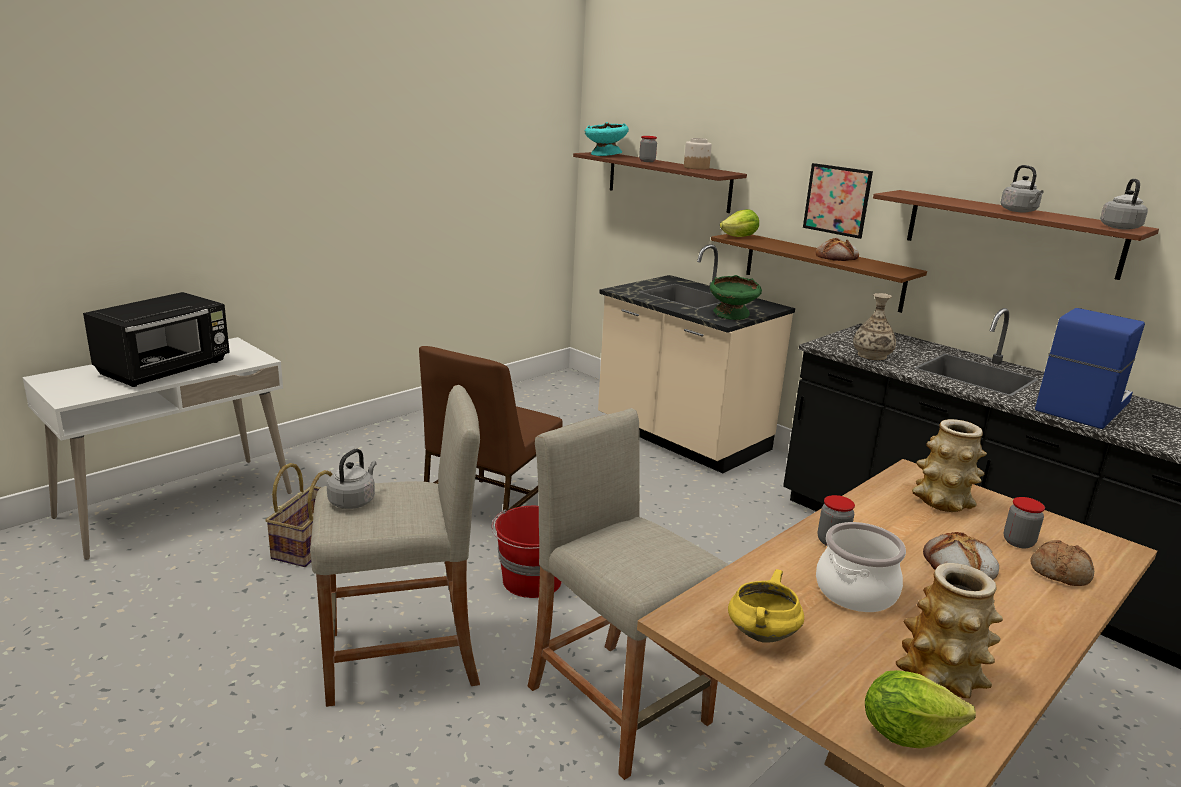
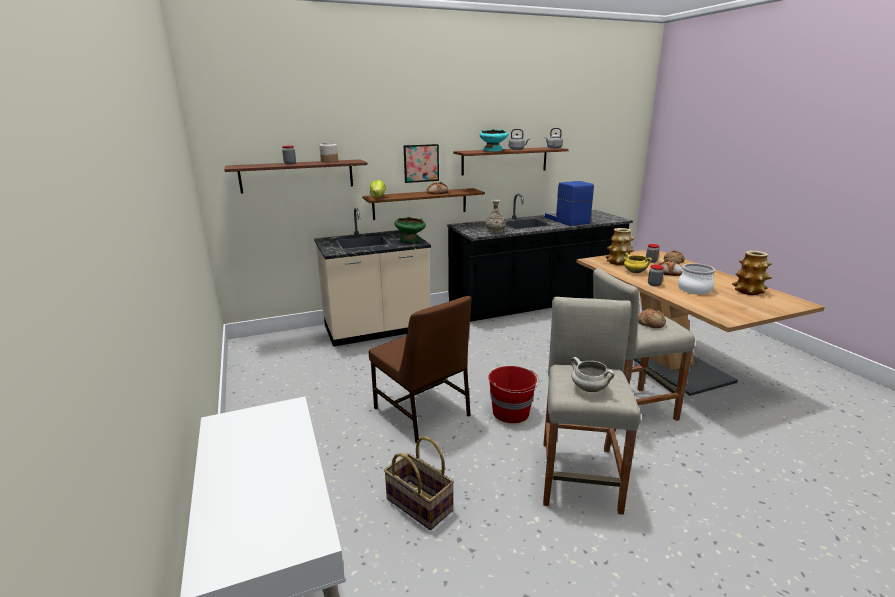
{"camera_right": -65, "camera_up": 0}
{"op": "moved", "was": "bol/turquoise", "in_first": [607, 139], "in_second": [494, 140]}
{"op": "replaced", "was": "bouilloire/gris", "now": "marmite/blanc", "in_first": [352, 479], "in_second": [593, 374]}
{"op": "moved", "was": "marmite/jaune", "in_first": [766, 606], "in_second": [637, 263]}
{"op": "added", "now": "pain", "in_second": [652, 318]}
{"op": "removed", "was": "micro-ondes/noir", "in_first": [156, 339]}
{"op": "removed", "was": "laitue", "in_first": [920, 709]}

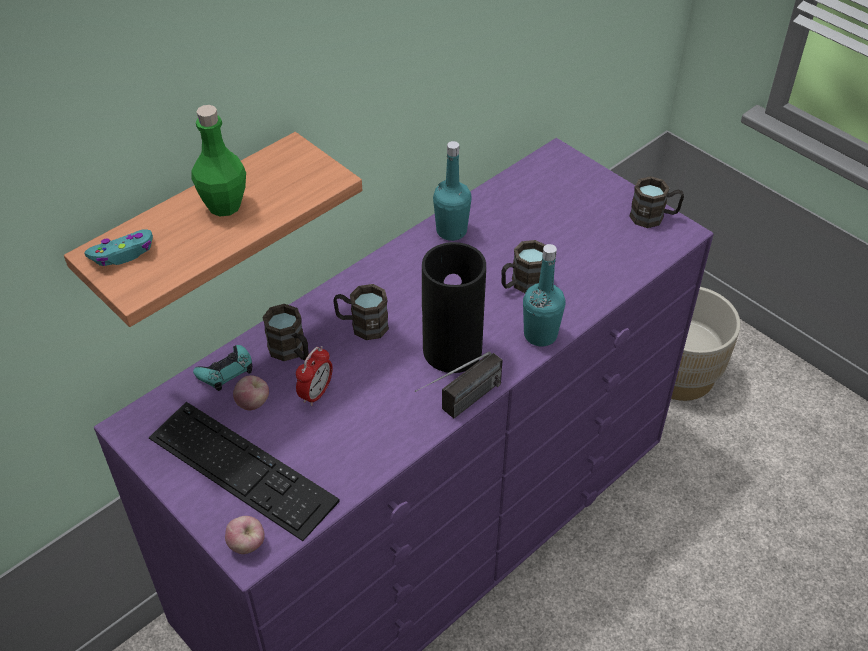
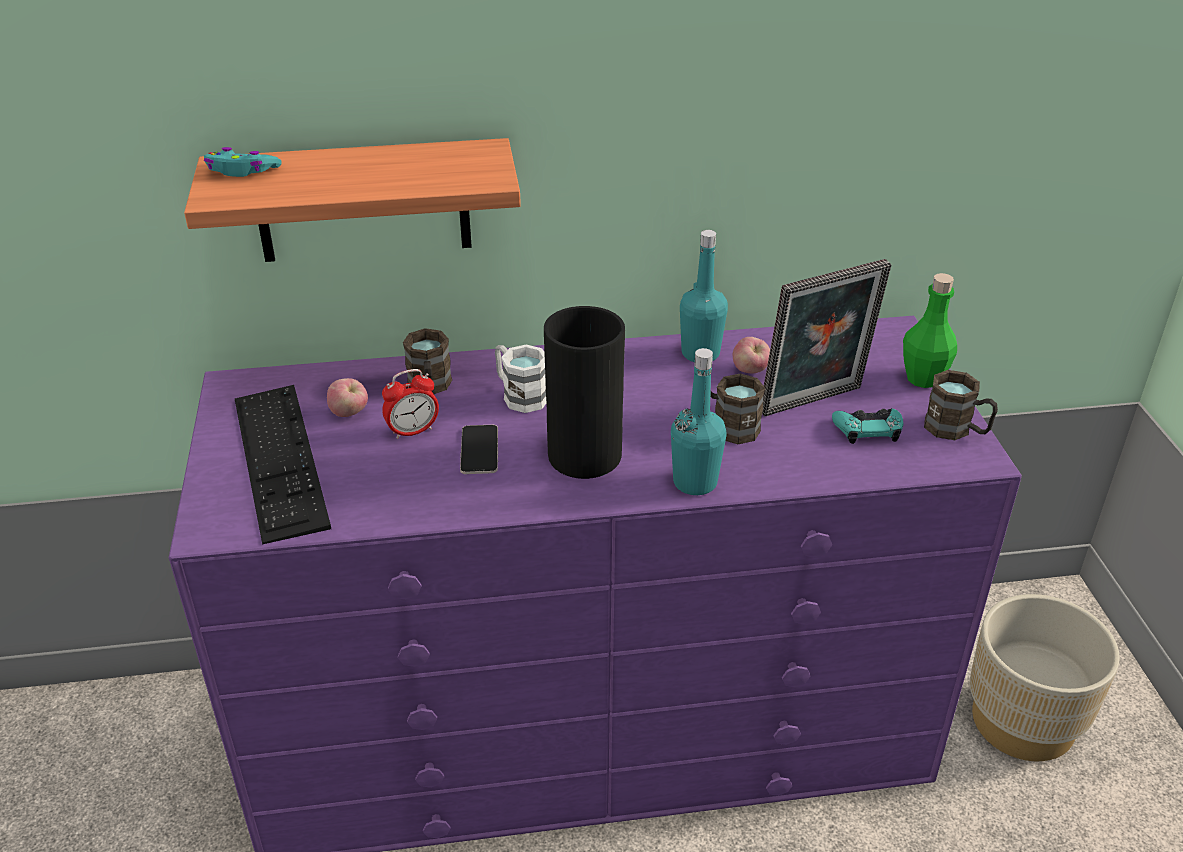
{"camera_right": 35, "camera_up": -10}
{"op": "added", "now": "téléphone", "in_second": [479, 449]}
{"op": "recoloured", "was": "mug/marron", "now": "mug/blanc", "in_first": [361, 312], "in_second": [520, 379]}
{"op": "moved", "was": "pomme", "in_first": [245, 535], "in_second": [751, 355]}
{"op": "added", "now": "cadre photo", "in_second": [826, 337]}
{"op": "moved", "was": "manette/turquoise", "in_first": [222, 368], "in_second": [867, 426]}
{"op": "moved", "was": "bouteille/vert", "in_first": [218, 160], "in_second": [930, 330]}
{"op": "removed", "was": "radio", "in_first": [459, 384]}

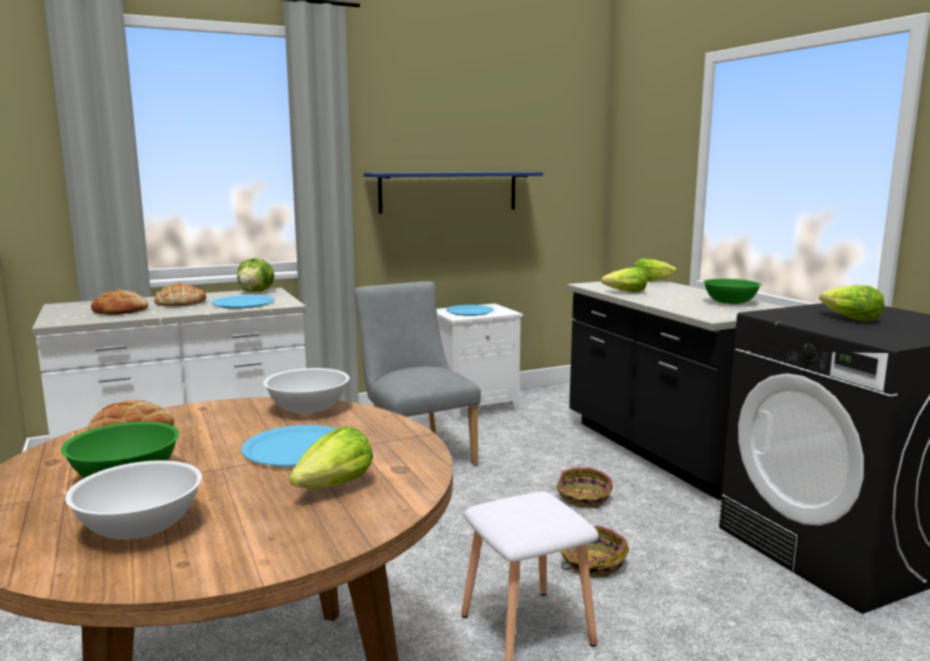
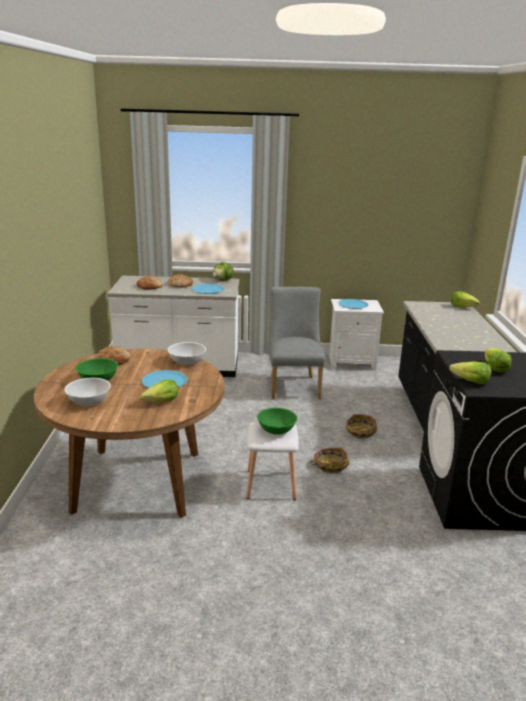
{"camera_right": 25, "camera_up": 10}
{"op": "moved", "was": "bol/vert", "in_first": [732, 291], "in_second": [277, 421]}
{"op": "moved", "was": "laitue", "in_first": [624, 279], "in_second": [470, 372]}
{"op": "removed", "was": "étagère/bleu", "in_first": [453, 192]}

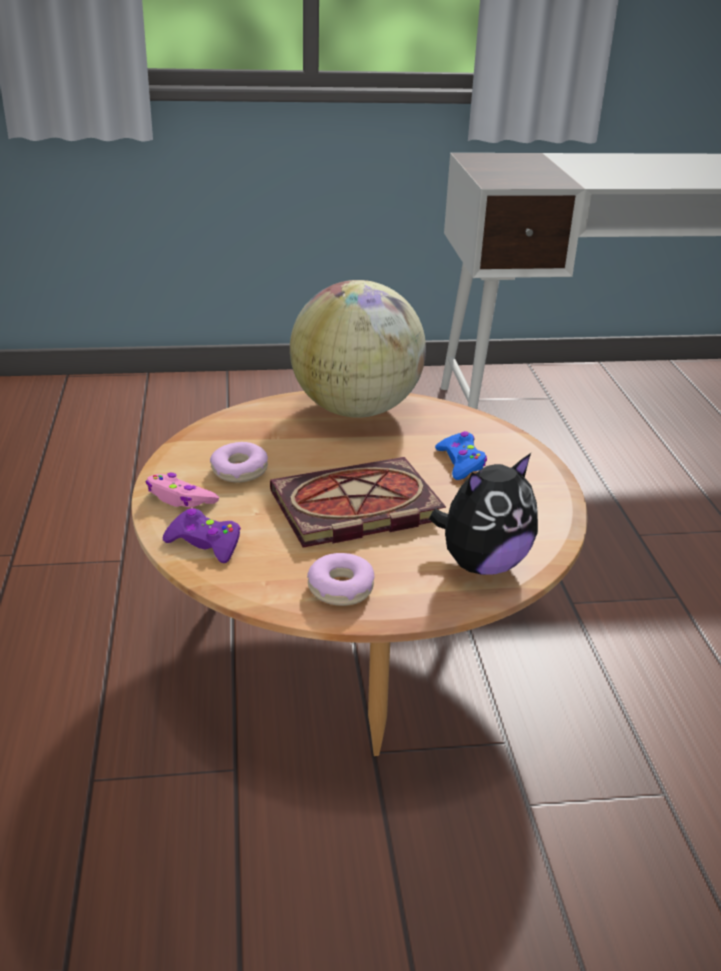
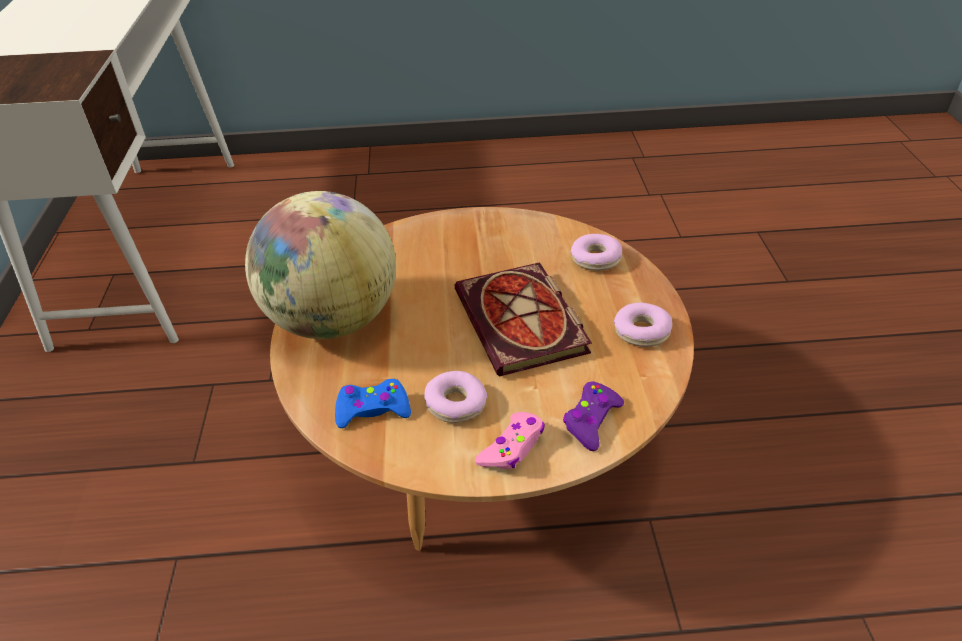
{"camera_right": -85, "camera_up": 10}
{"op": "moved", "was": "manette/bleu", "in_first": [461, 455], "in_second": [373, 403]}
{"op": "replaced", "was": "peluche", "now": "beignet", "in_first": [483, 514], "in_second": [596, 252]}

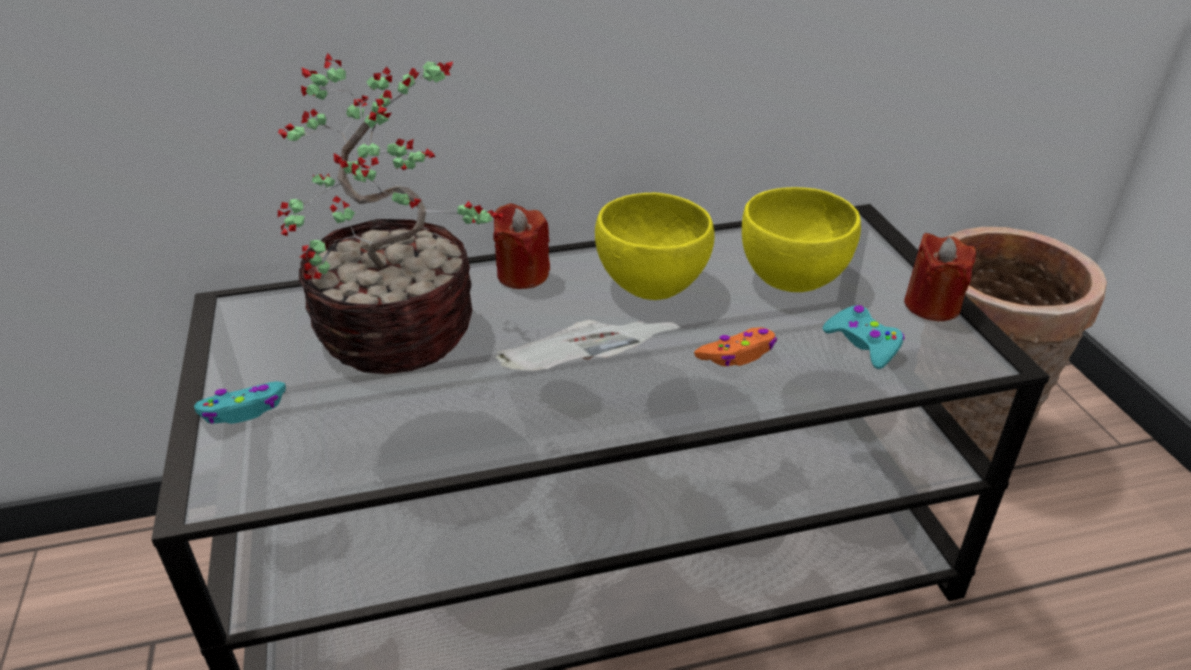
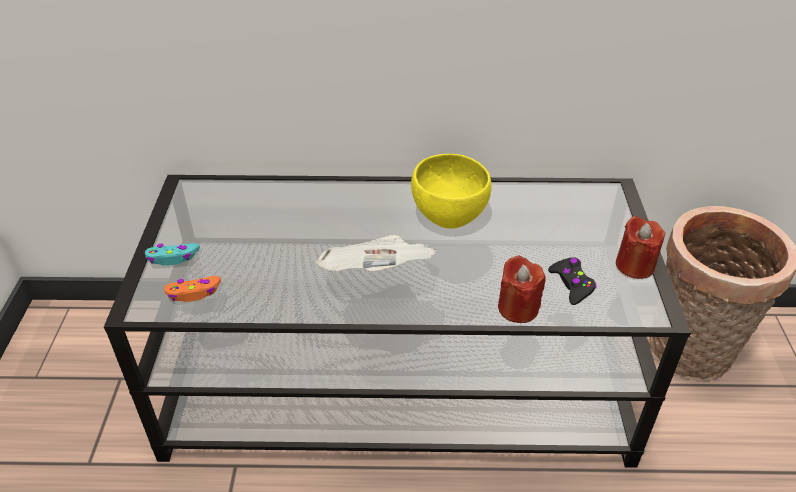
{"camera_right": 15, "camera_up": 5}
{"op": "moved", "was": "manette/orange", "in_first": [735, 346], "in_second": [192, 289]}
{"op": "moved", "was": "bougie/rouge", "in_first": [522, 246], "in_second": [522, 289]}
{"op": "recoloured", "was": "manette/turquoise", "now": "manette/noir", "in_first": [864, 337], "in_second": [572, 281]}
{"op": "removed", "was": "plante en pot", "in_first": [390, 213]}
{"op": "removed", "was": "bol/jaune", "in_first": [801, 239]}

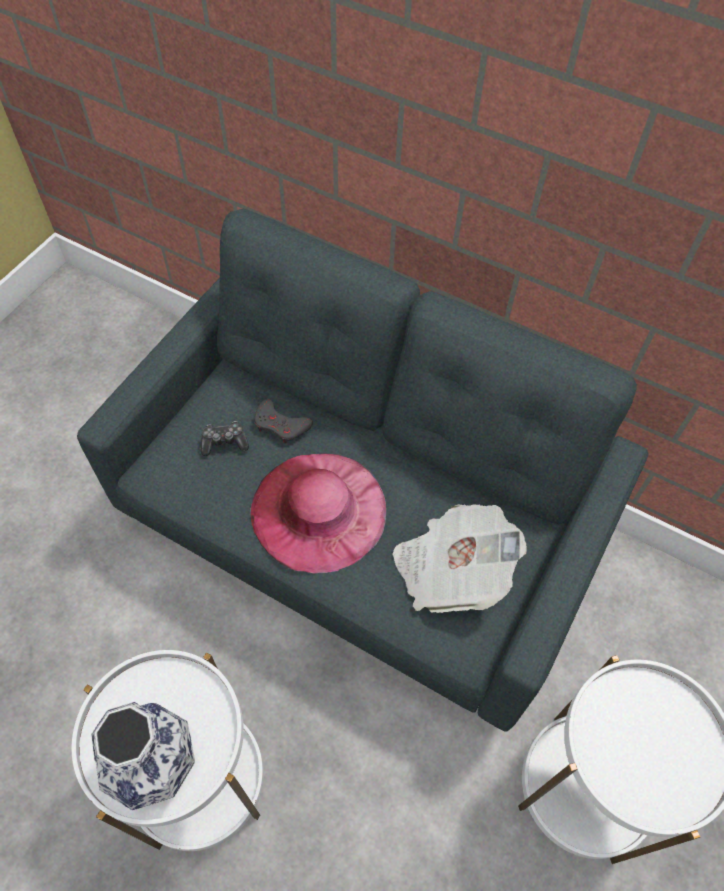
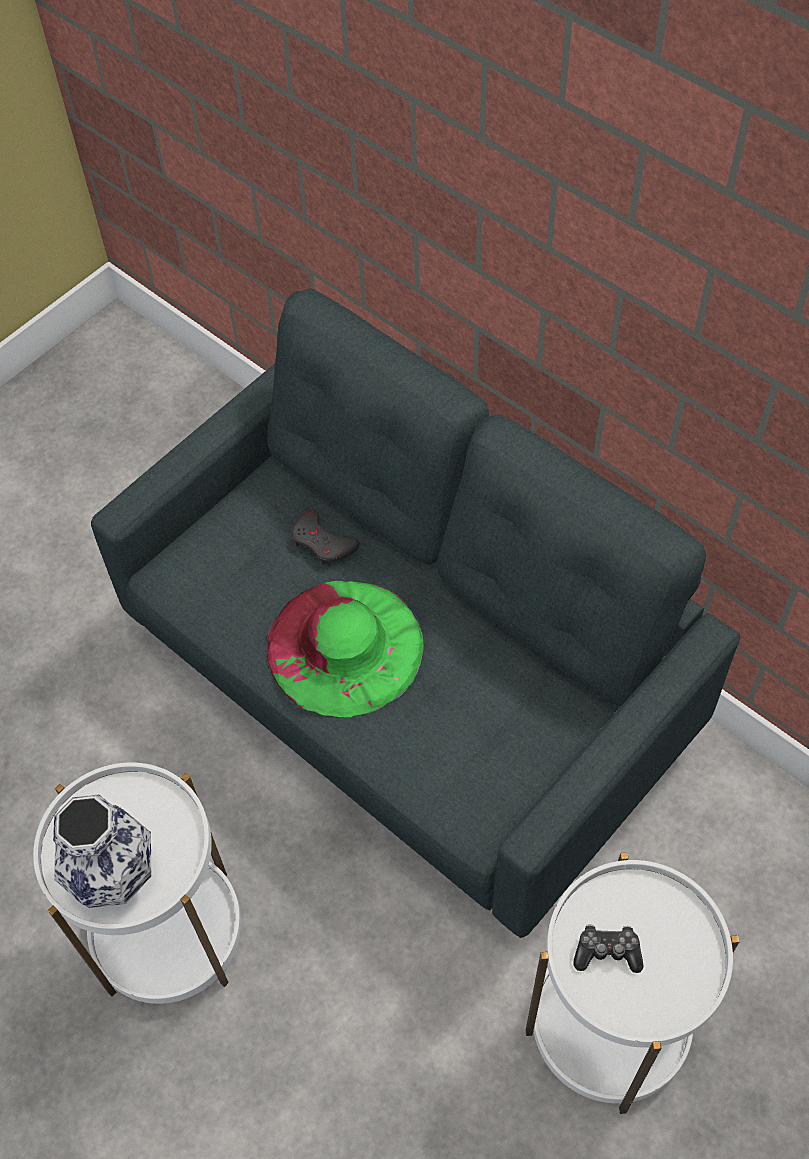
{"camera_right": 15, "camera_up": 0}
{"op": "recoloured", "was": "chapeau/rose", "now": "chapeau/vert", "in_first": [318, 513], "in_second": [345, 649]}
{"op": "moved", "was": "manette", "in_first": [225, 438], "in_second": [608, 948]}
{"op": "removed", "was": "journal", "in_first": [459, 558]}

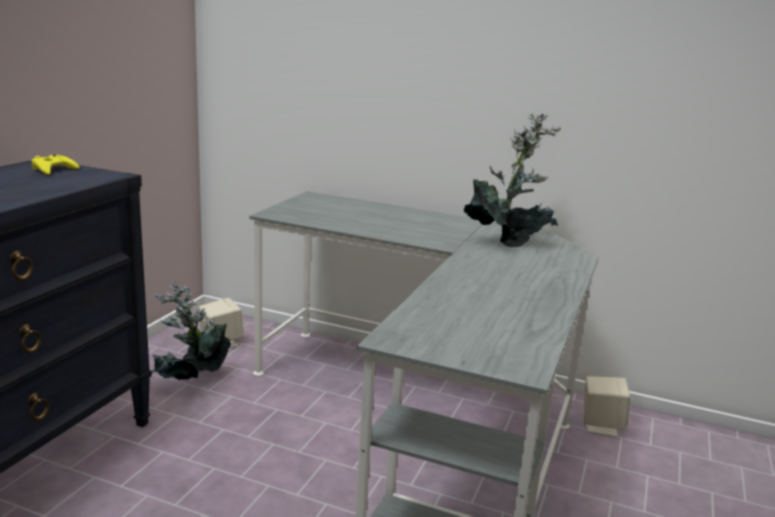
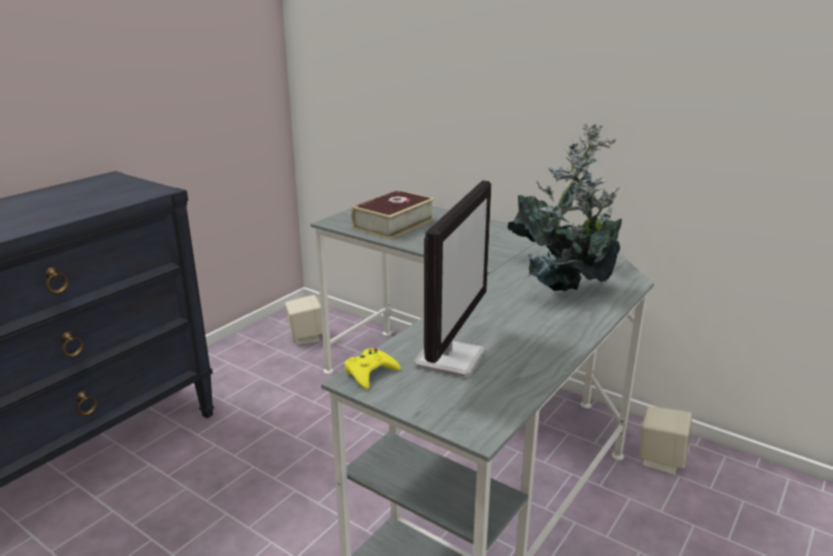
{"camera_right": 15, "camera_up": 5}
{"op": "moved", "was": "manette/jaune", "in_first": [55, 165], "in_second": [373, 369]}
{"op": "added", "now": "livre", "in_second": [393, 214]}
{"op": "added", "now": "écran d'ordinateur", "in_second": [452, 279]}
{"op": "moved", "was": "plante en pot", "in_first": [191, 330], "in_second": [574, 220]}

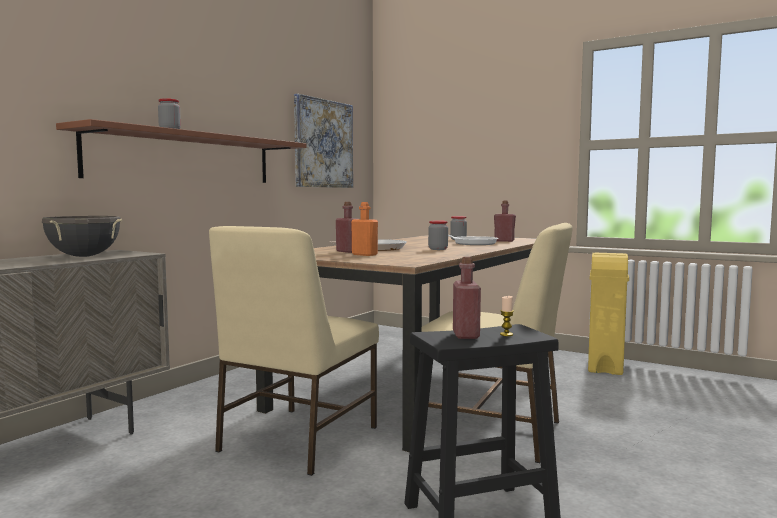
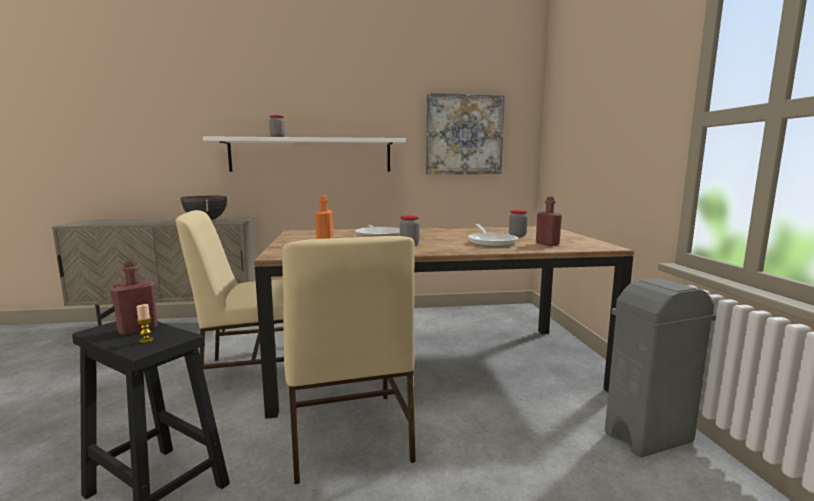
{"camera_right": 50, "camera_up": 5}
{"op": "recoloured", "was": "étagère/marron", "now": "étagère/blanc", "in_first": [181, 151], "in_second": [304, 154]}
{"op": "recoloured", "was": "poubelle/jaune", "now": "poubelle/gris", "in_first": [608, 314], "in_second": [660, 367]}
{"op": "removed", "was": "bouteille/rouge", "in_first": [347, 227]}

